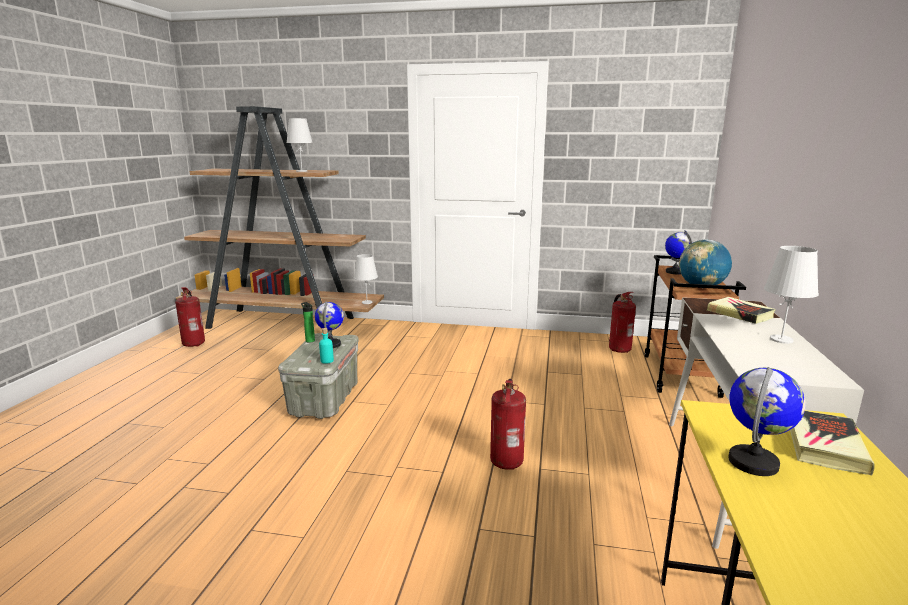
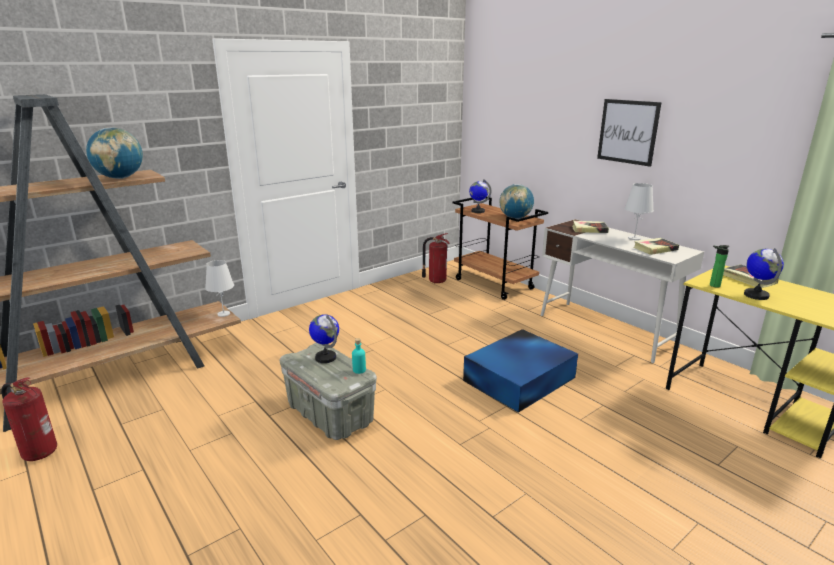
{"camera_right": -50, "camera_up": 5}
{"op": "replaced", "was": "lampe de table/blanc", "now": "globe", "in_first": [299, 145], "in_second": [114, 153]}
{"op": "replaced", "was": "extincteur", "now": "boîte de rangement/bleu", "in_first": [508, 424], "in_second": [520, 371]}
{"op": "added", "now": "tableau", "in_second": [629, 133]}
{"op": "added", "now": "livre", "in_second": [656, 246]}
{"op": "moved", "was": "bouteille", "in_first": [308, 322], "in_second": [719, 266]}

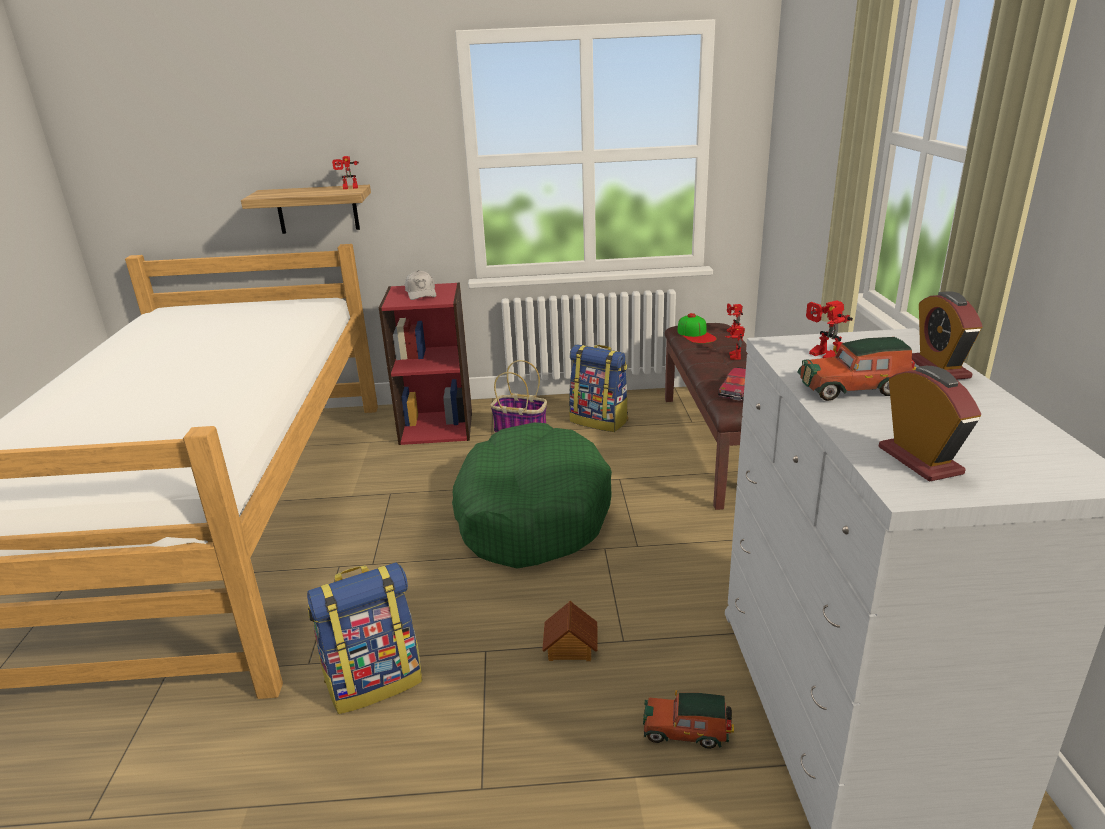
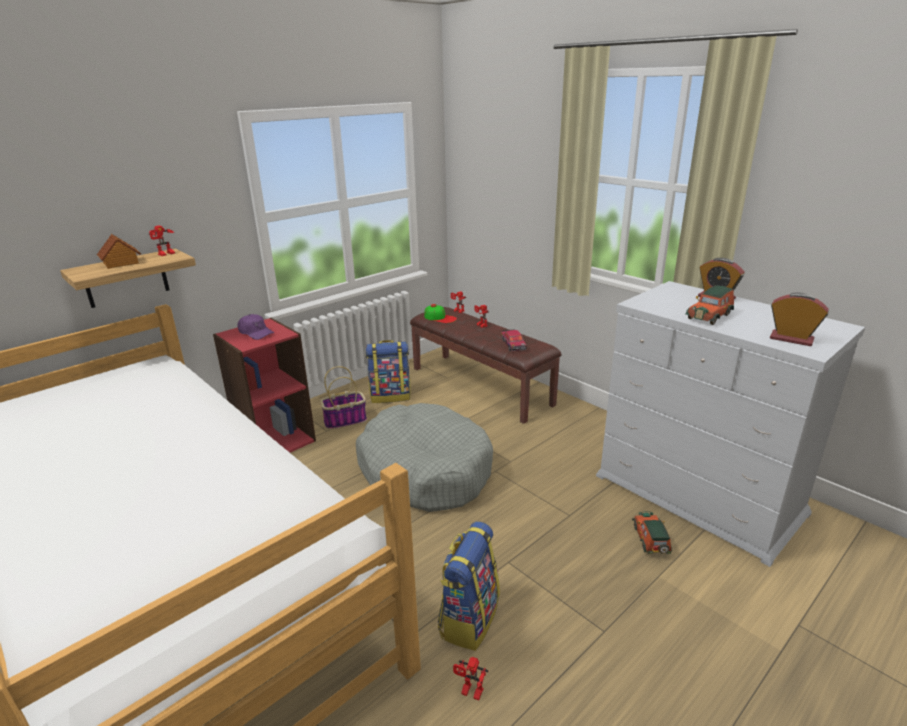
{"camera_right": -40, "camera_up": 0}
{"op": "moved", "was": "maison miniature", "in_first": [570, 631], "in_second": [119, 251]}
{"op": "recoloured", "was": "casquette/blanc", "now": "casquette/violet", "in_first": [420, 285], "in_second": [256, 327]}
{"op": "recoloured", "was": "panier pour chien/vert", "now": "panier pour chien/gris", "in_first": [532, 495], "in_second": [424, 457]}
{"op": "moved", "was": "robot jouet", "in_first": [829, 329], "in_second": [471, 678]}
{"op": "turned", "was": "petite voiture", "in_first": [688, 719], "in_second": [652, 532], "clockwise": 120}

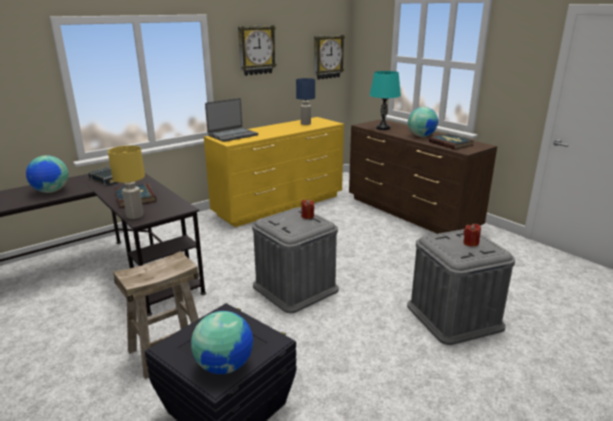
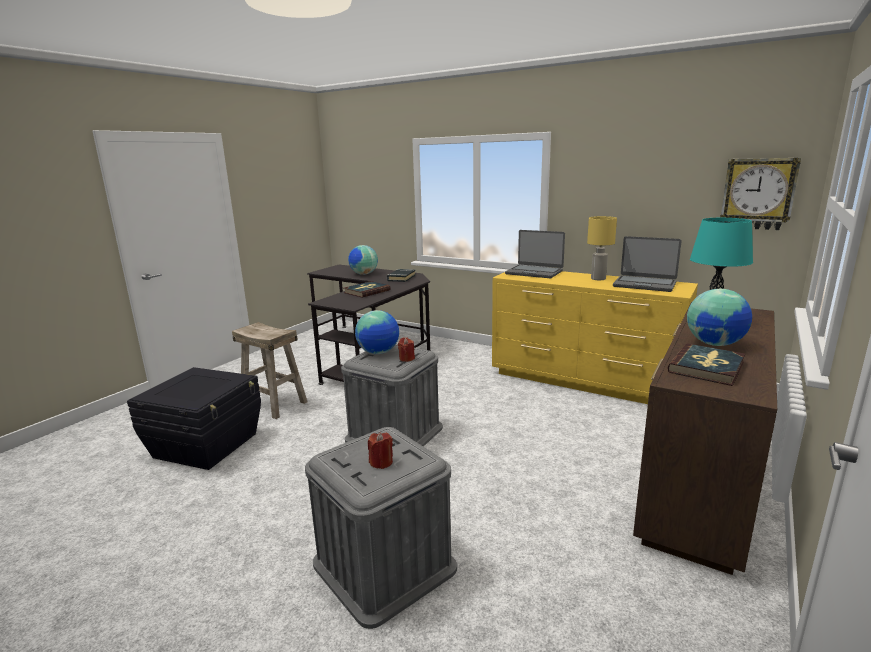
{"camera_right": 70, "camera_up": -5}
{"op": "moved", "was": "globe", "in_first": [222, 342], "in_second": [377, 332]}
{"op": "moved", "was": "lampe de table/jaune", "in_first": [126, 182], "in_second": [602, 248]}
{"op": "replaced", "was": "lampe de table/bleu", "now": "ordinateur portable", "in_first": [305, 101], "in_second": [647, 264]}
{"op": "removed", "was": "horloge murale", "in_first": [257, 50]}

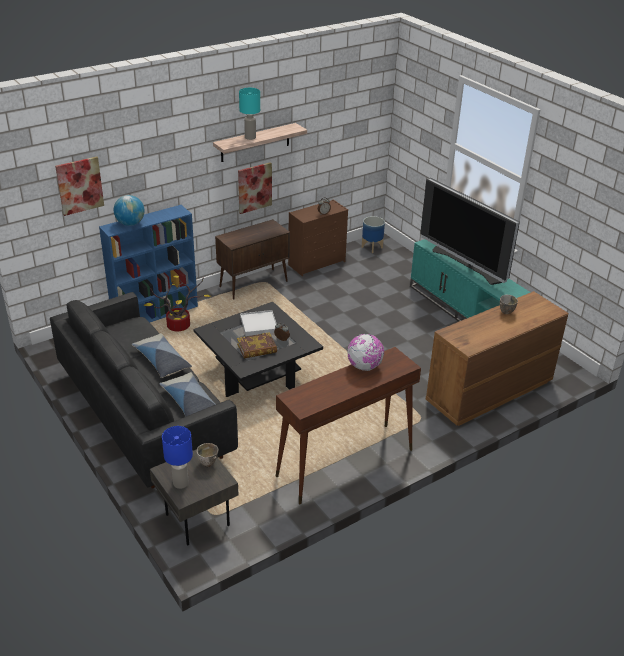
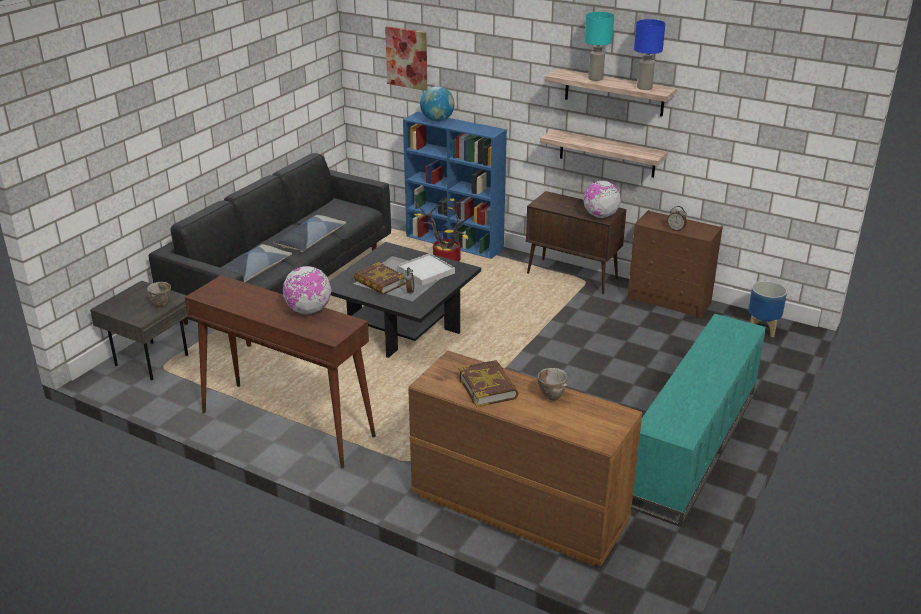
{"camera_right": 65, "camera_up": -5}
{"op": "added", "now": "livre", "in_second": [488, 383]}
{"op": "replaced", "was": "tableau", "now": "étagère", "in_first": [255, 188], "in_second": [604, 153]}
{"op": "added", "now": "globe", "in_second": [602, 199]}
{"op": "moved", "was": "lampe de table/bleu", "in_first": [177, 457], "in_second": [649, 54]}
{"op": "removed", "was": "téléviseur", "in_first": [470, 231]}

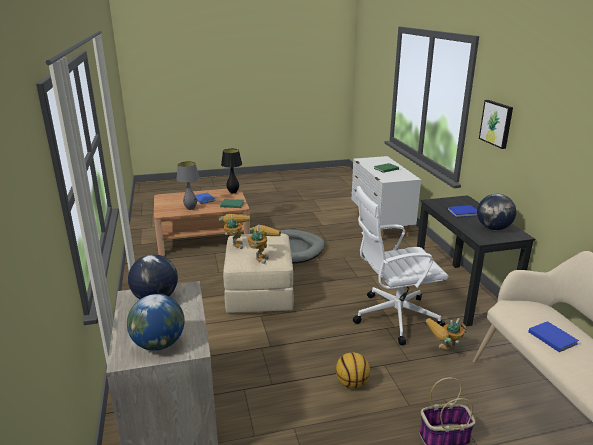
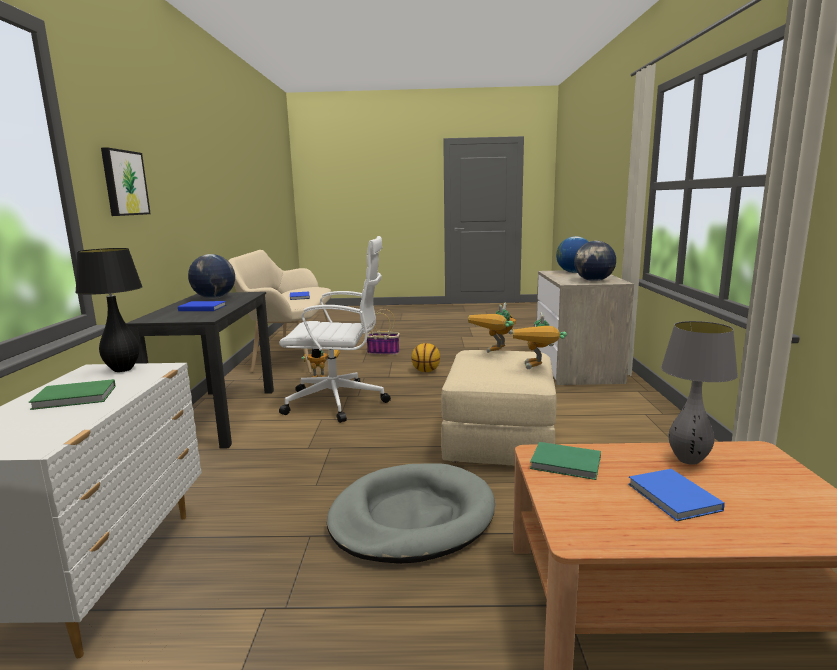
{"camera_right": -165, "camera_up": -10}
{"op": "moved", "was": "lampe de table/noir", "in_first": [231, 171], "in_second": [109, 310]}

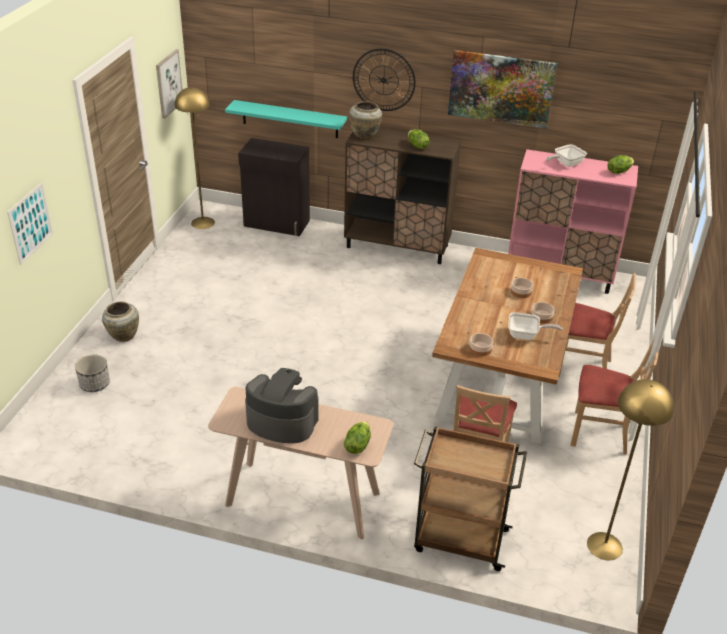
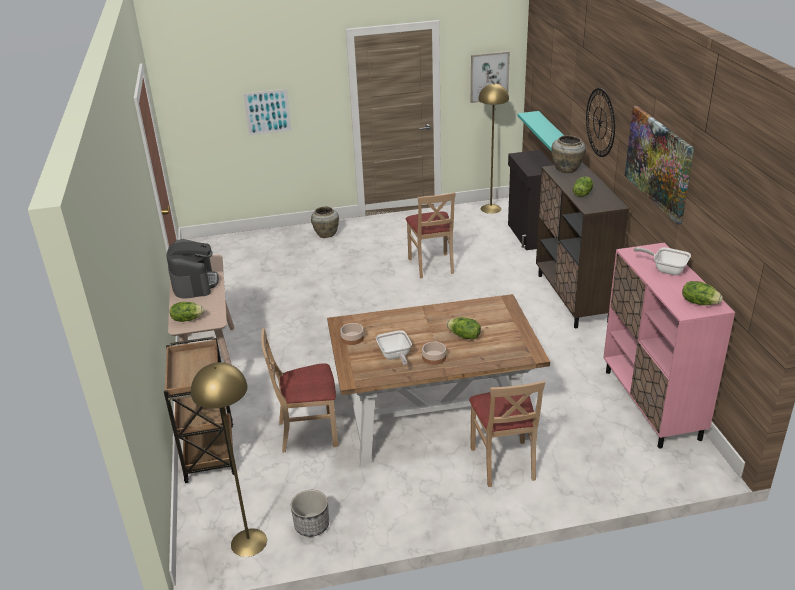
{"camera_right": 65, "camera_up": -5}
{"op": "moved", "was": "cache-pot", "in_first": [92, 373], "in_second": [310, 513]}
{"op": "moved", "was": "chaise/beige", "in_first": [614, 396], "in_second": [431, 235]}
{"op": "replaced", "was": "bol", "now": "laitue", "in_first": [521, 288], "in_second": [464, 328]}

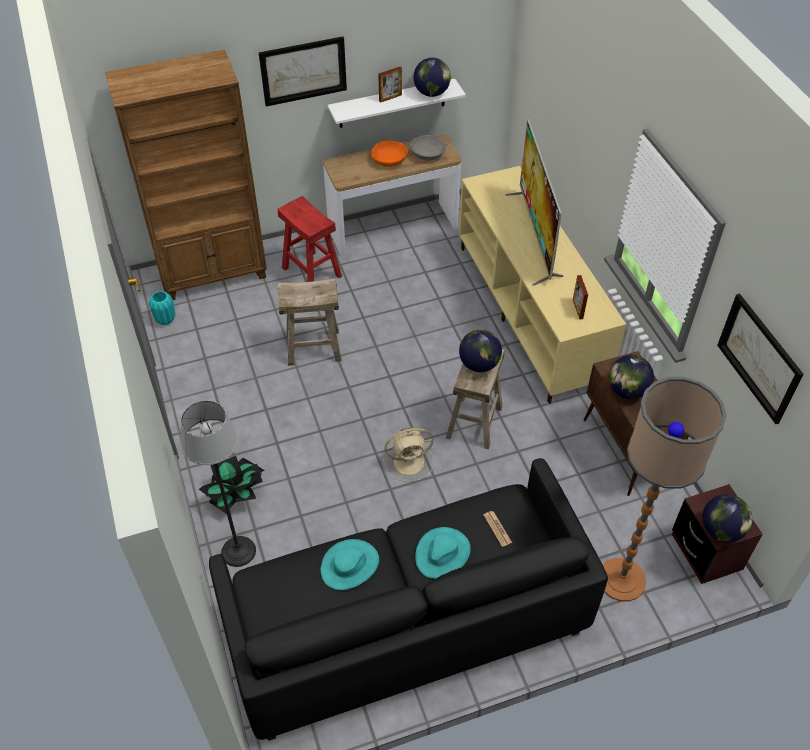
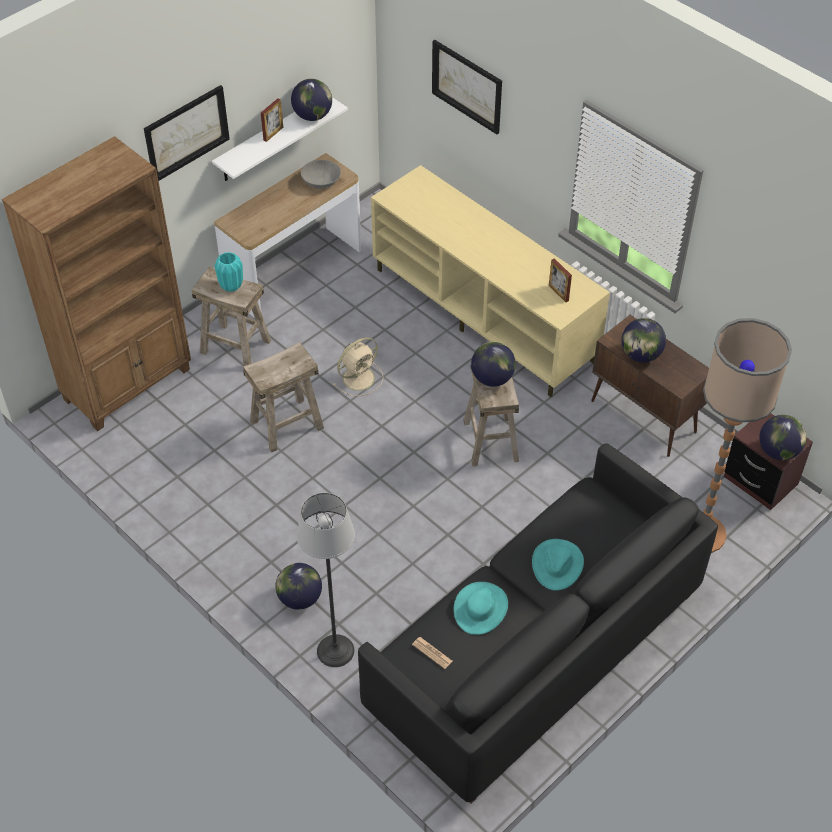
{"camera_right": -25, "camera_up": 0}
{"op": "recoloured", "was": "tabouret/rouge", "now": "tabouret/beige", "in_first": [309, 239], "in_second": [231, 316]}
{"op": "moved", "was": "vase/turquoise", "in_first": [161, 308], "in_second": [228, 272]}
{"op": "replaced", "was": "plante en pot", "now": "globe", "in_first": [231, 484], "in_second": [298, 586]}
{"op": "moved", "was": "ventilateur/beige", "in_first": [408, 455], "in_second": [358, 366]}
{"op": "moved", "was": "journal", "in_first": [497, 529], "in_second": [432, 653]}
{"op": "moved", "was": "tableau", "in_first": [760, 359], "in_second": [467, 87]}
{"op": "removed", "was": "bol/orange", "in_first": [389, 154]}
{"op": "removed", "was": "téléviseur", "in_first": [535, 202]}

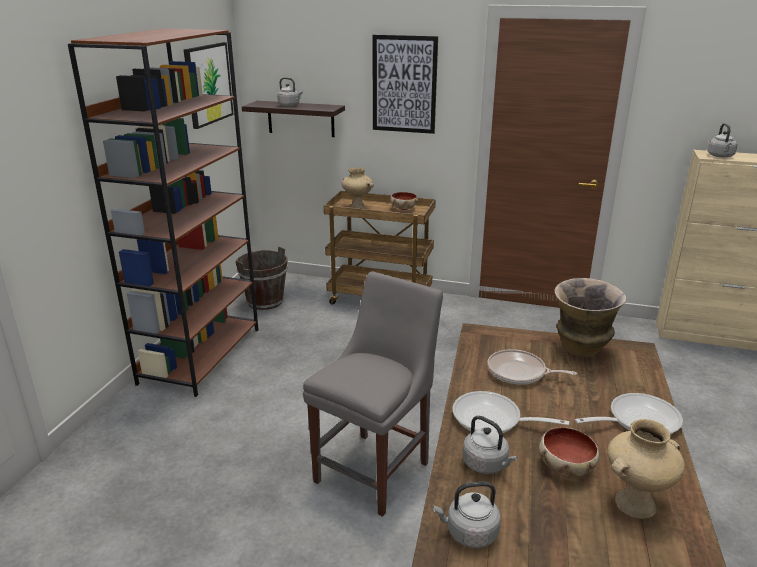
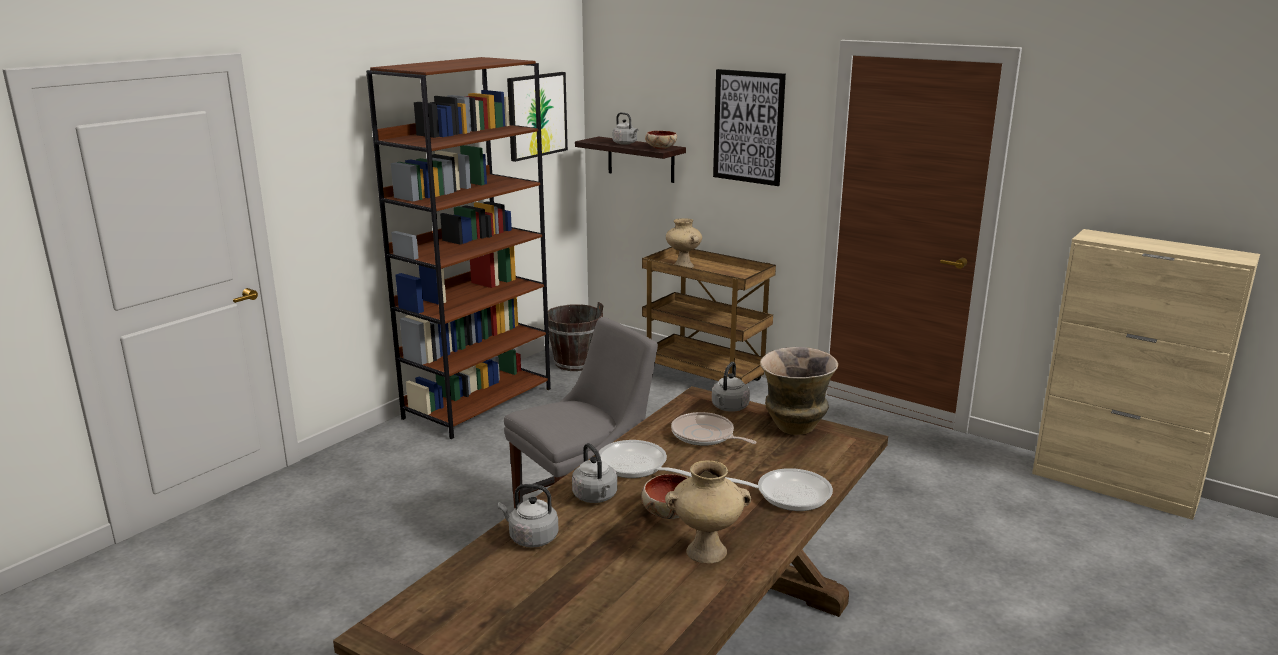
{"camera_right": 20, "camera_up": -5}
{"op": "moved", "was": "bol", "in_first": [404, 201], "in_second": [661, 140]}
{"op": "moved", "was": "bouilloire/gris", "in_first": [722, 140], "in_second": [731, 387]}

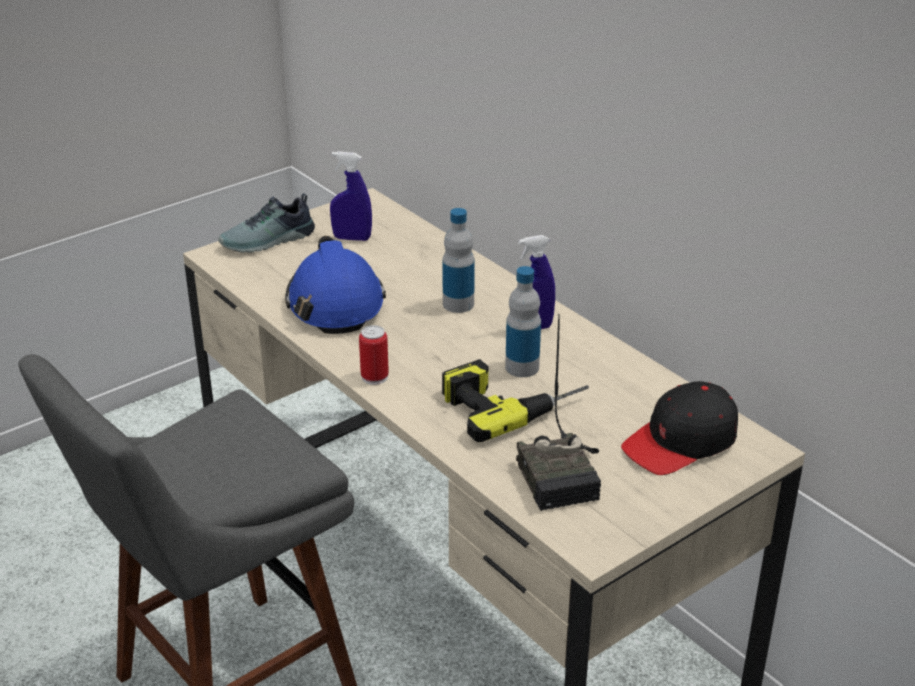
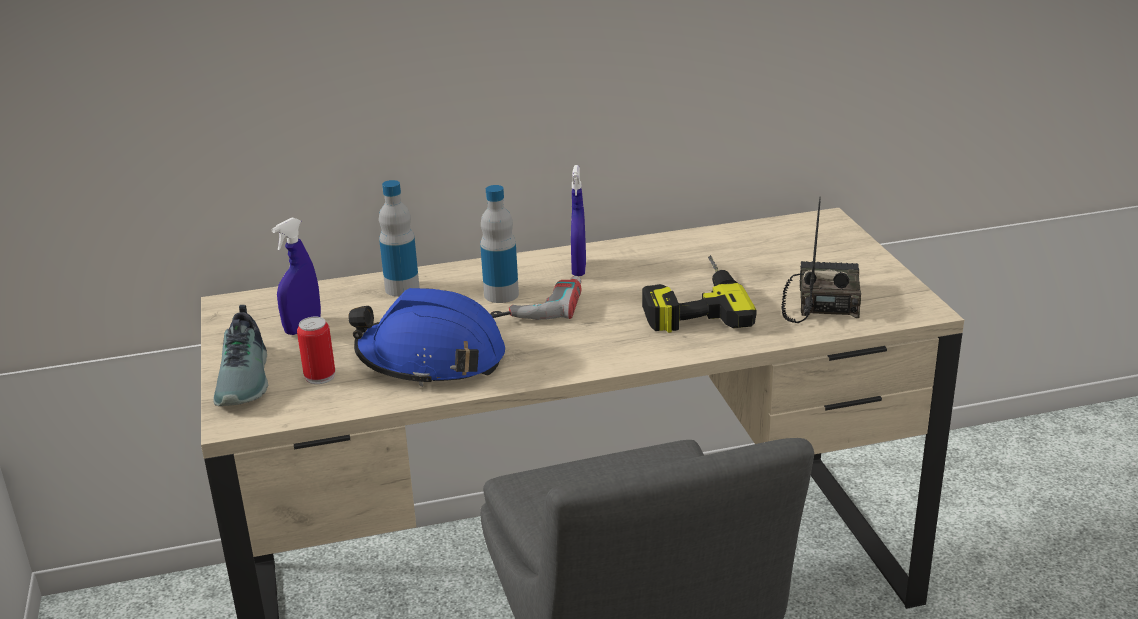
{"camera_right": -65, "camera_up": -5}
{"op": "moved", "was": "boîte métallique", "in_first": [374, 355], "in_second": [316, 350]}
{"op": "moved", "was": "bouteille", "in_first": [523, 321], "in_second": [399, 238]}
{"op": "added", "now": "perceuse", "in_second": [536, 298]}
{"op": "turned", "was": "radio", "in_first": [558, 412], "in_second": [821, 260], "clockwise": -90}
{"op": "removed", "was": "casquette/noir", "in_first": [679, 428]}

